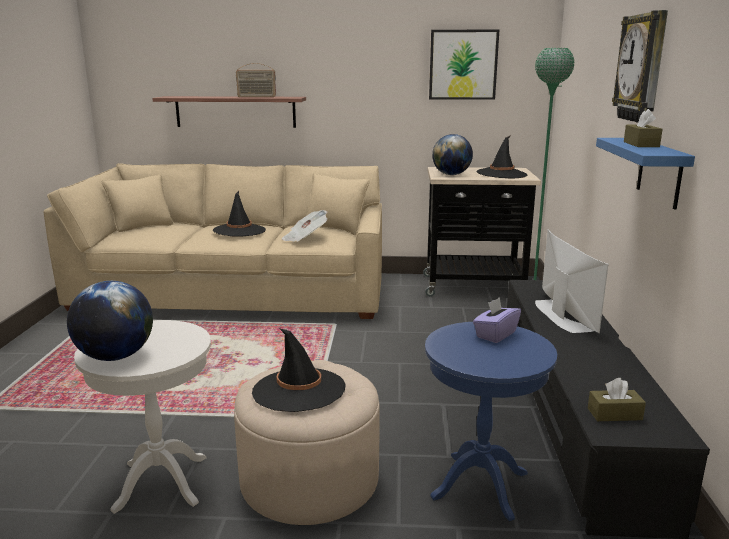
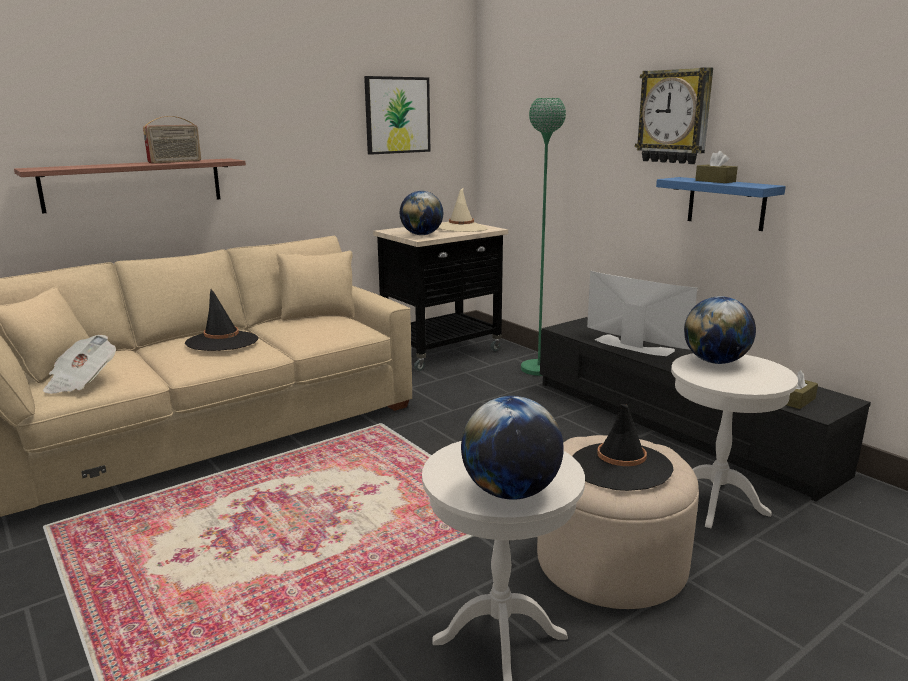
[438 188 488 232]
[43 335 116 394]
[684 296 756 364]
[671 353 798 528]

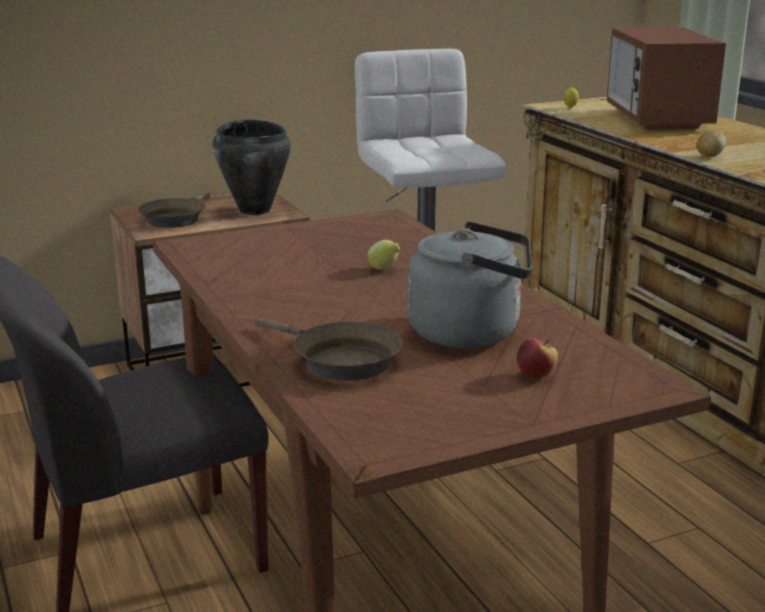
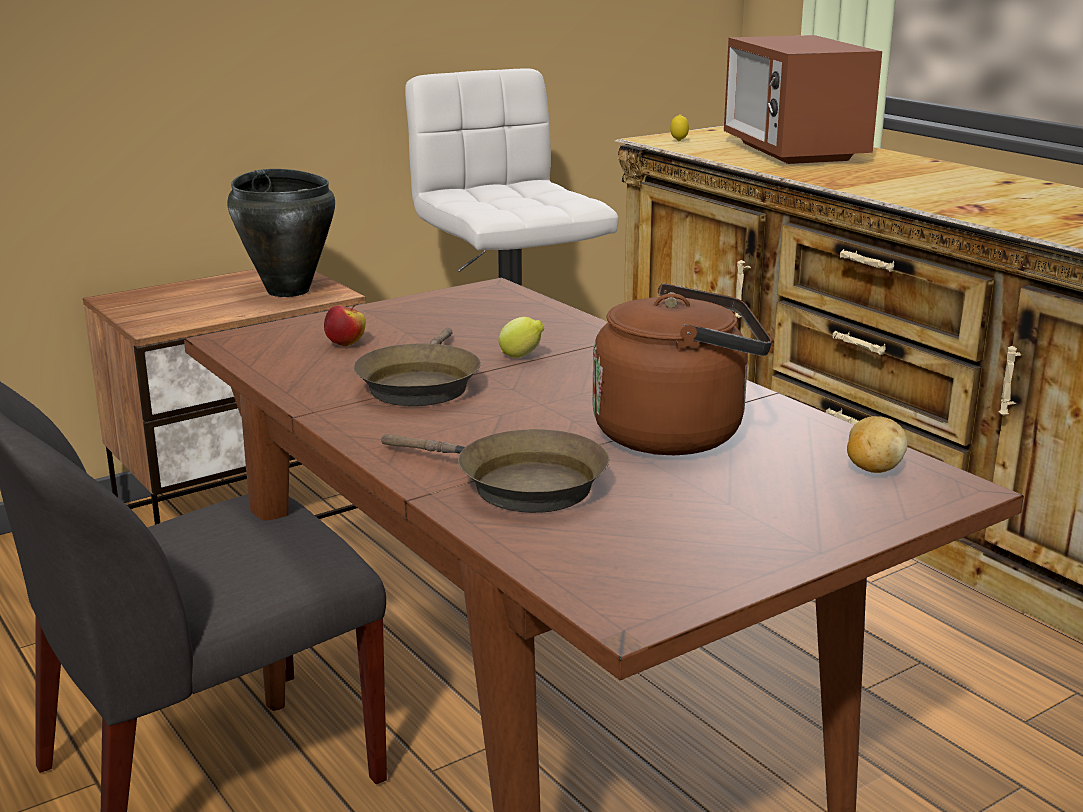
[847 416 908 473]
[354 328 481 406]
[592 283 772 455]
[324 304 366 346]

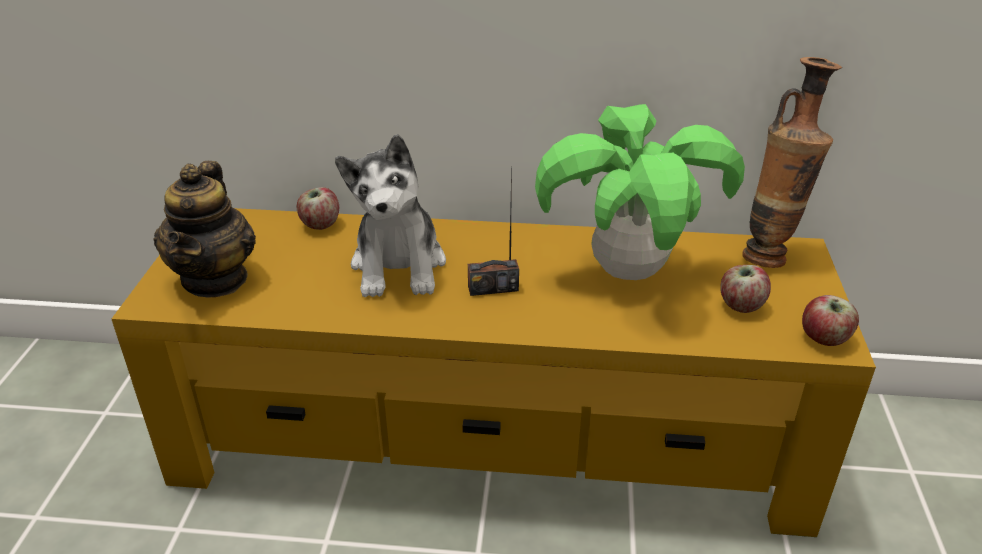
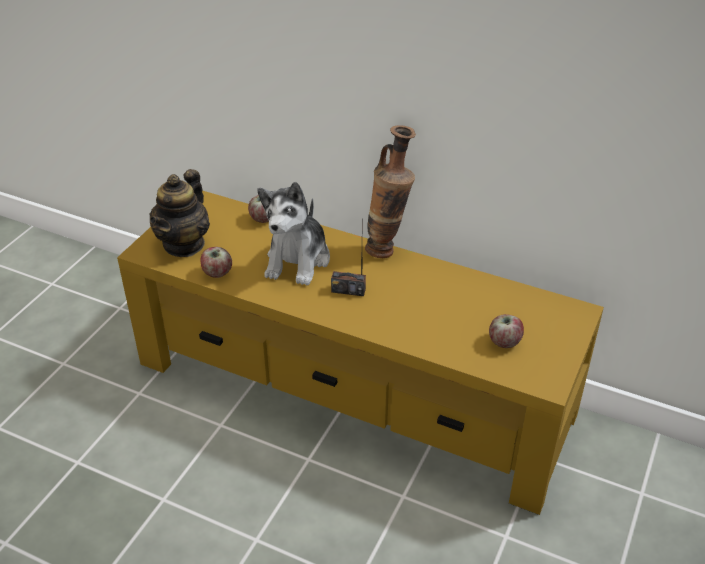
[365 125 416 258]
[535 104 745 280] (first image)
[200 247 232 278]

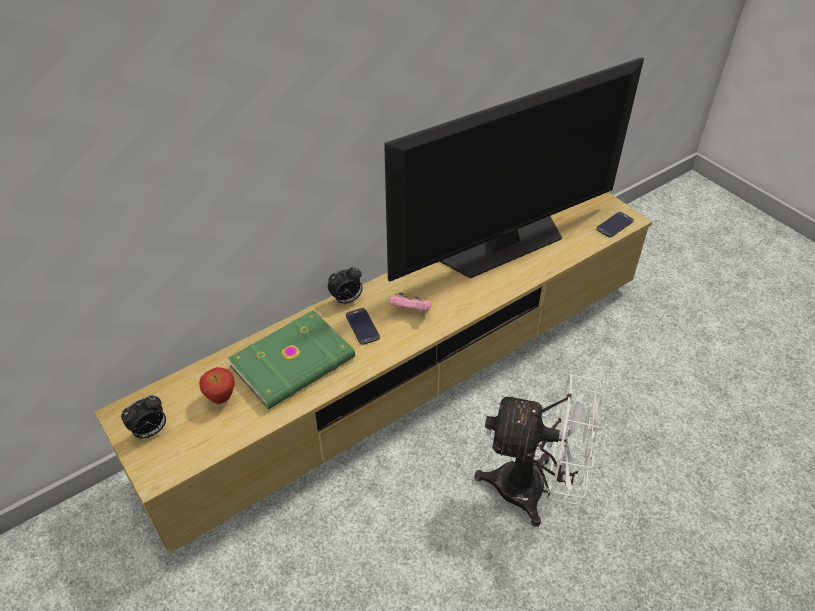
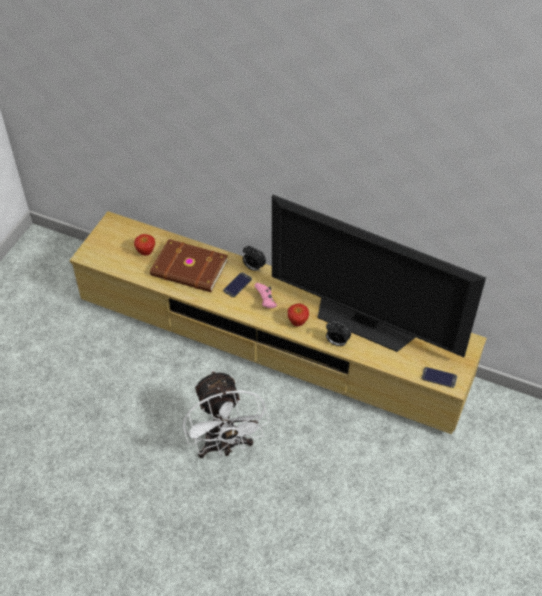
[150 239 228 292]
[326 321 351 346]
[288 303 309 326]

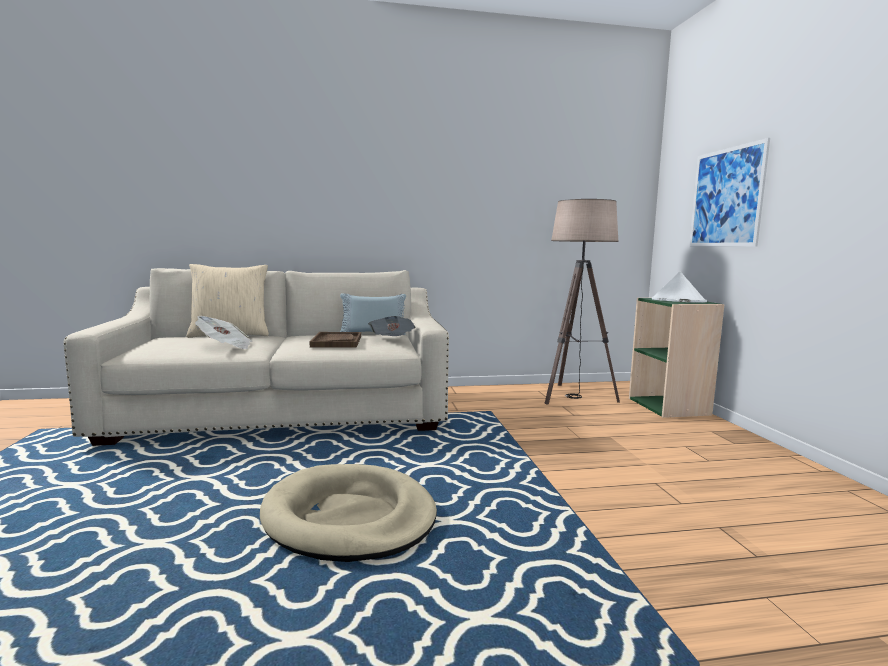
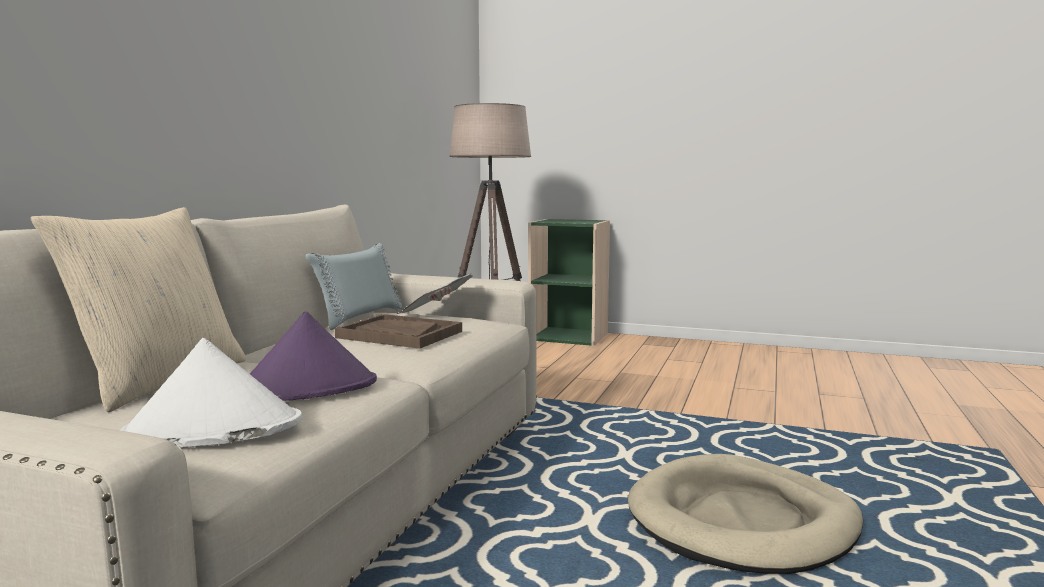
[689 138 770 246] (first image)
[120 338 302 447]
[250 311 377 401]

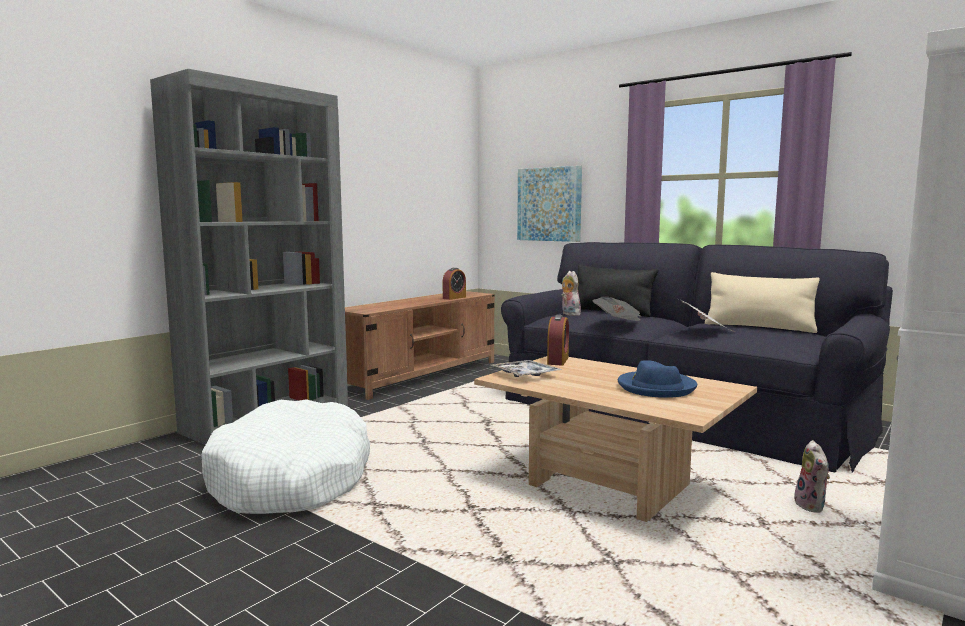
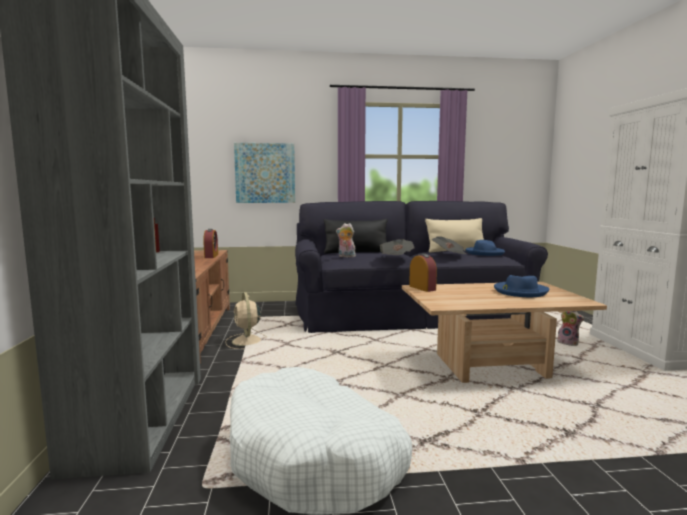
[492 360 561 377] (first image)
[466 240 505 256]
[226 292 268 349]

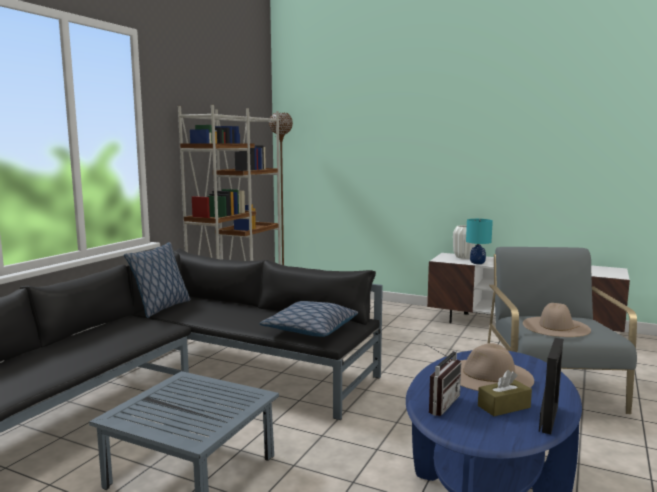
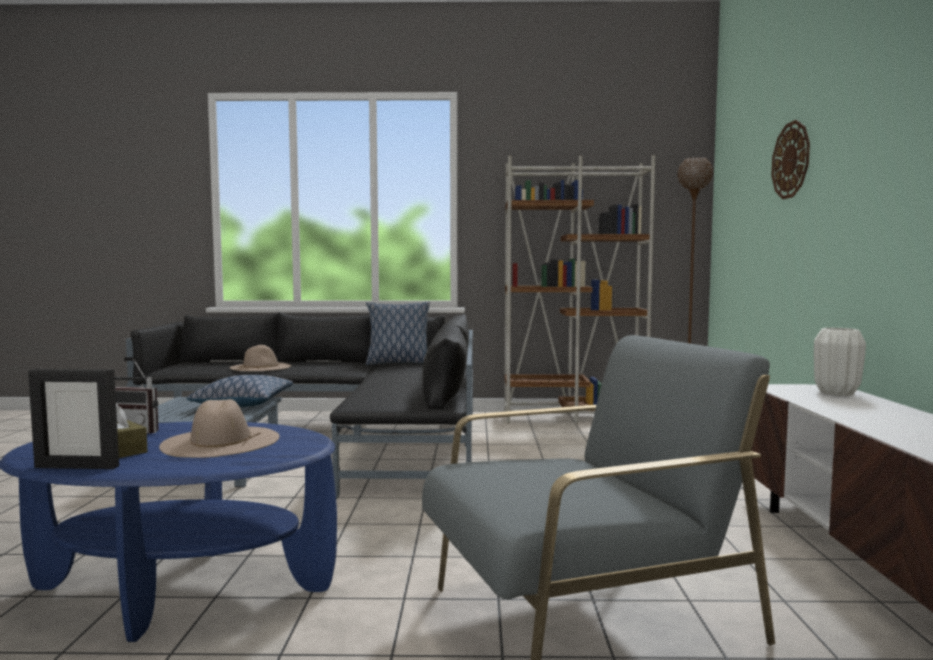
[466 219 493 264] (first image)
[187 375 293 407]
[230 345 291 371]
[771 120 810 199]

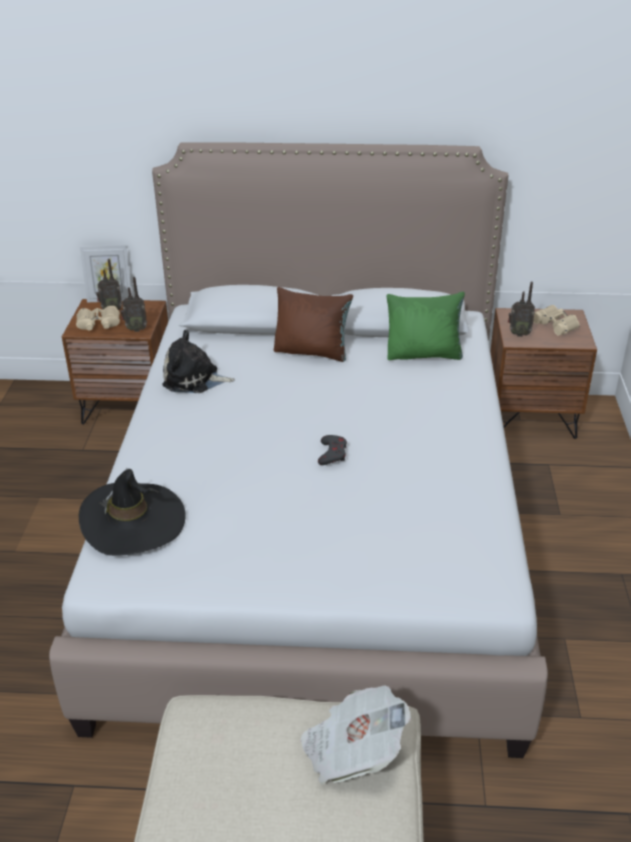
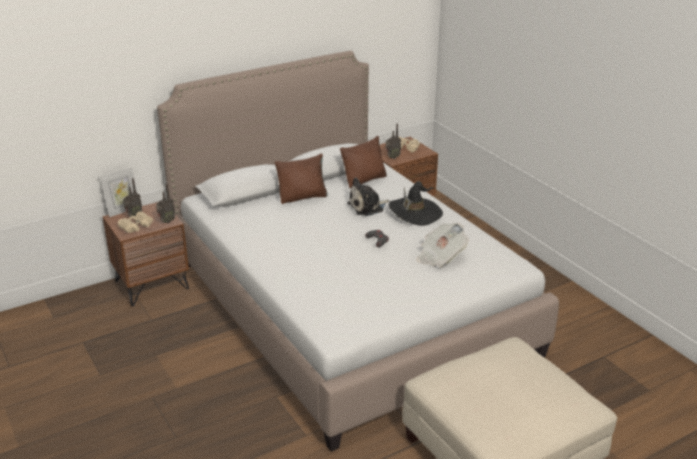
[340 136 387 188]
[347 177 389 216]
[388 181 443 226]
[416 223 469 268]

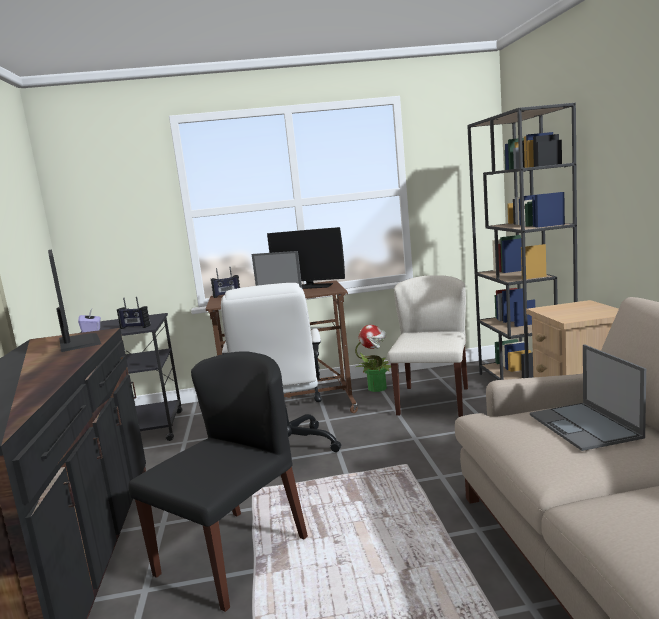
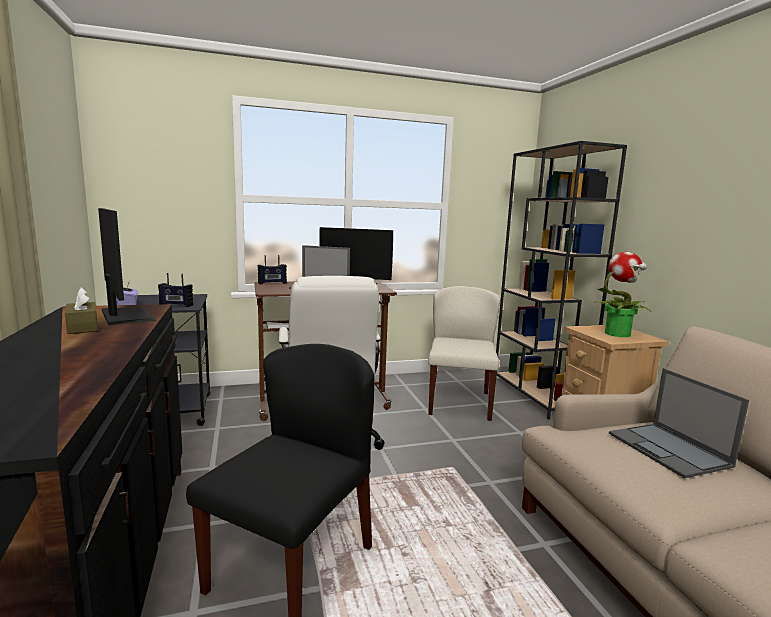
[594 252 652 337]
[65 287 98 334]

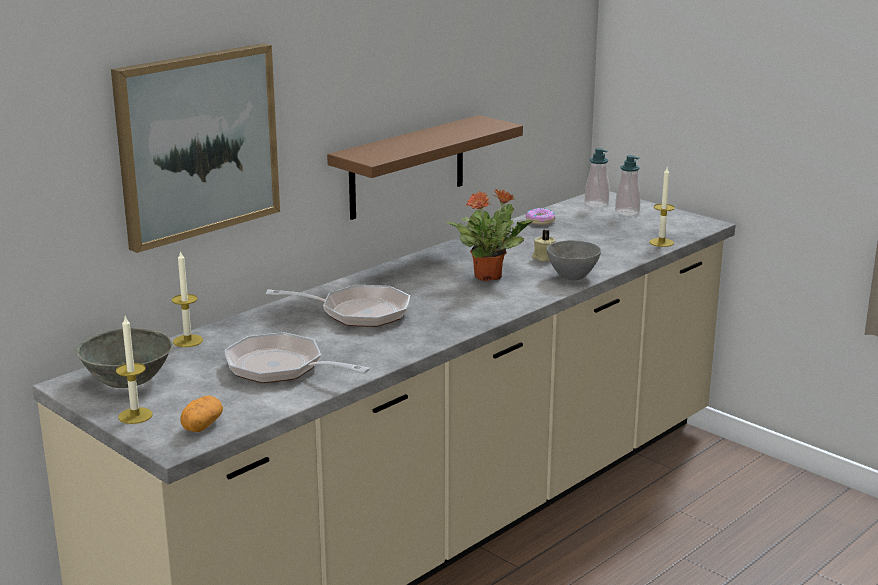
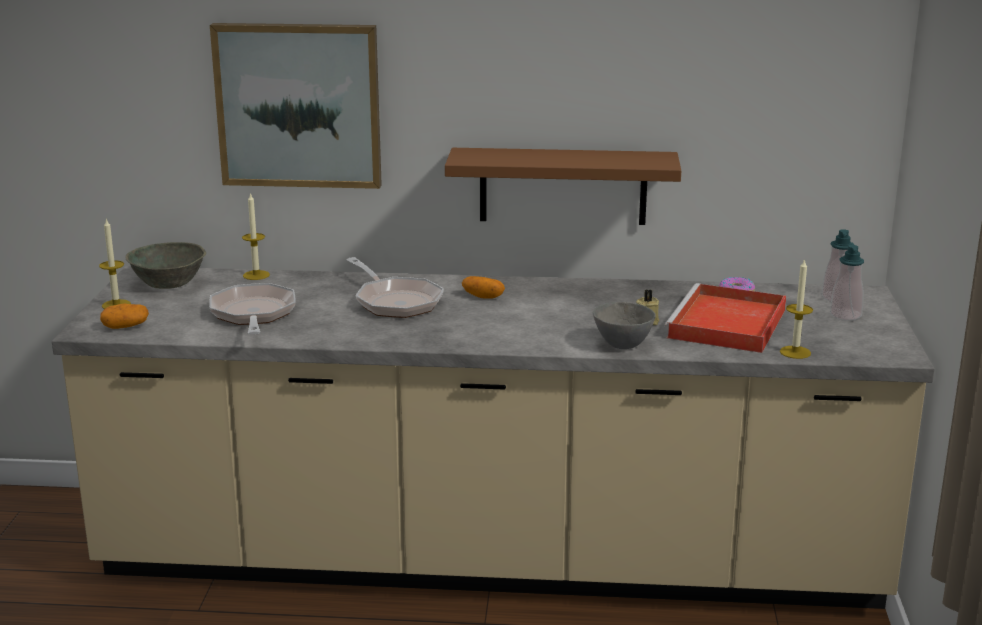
[447 189 534 281] (first image)
[462 276 505 299]
[664 283 786 353]

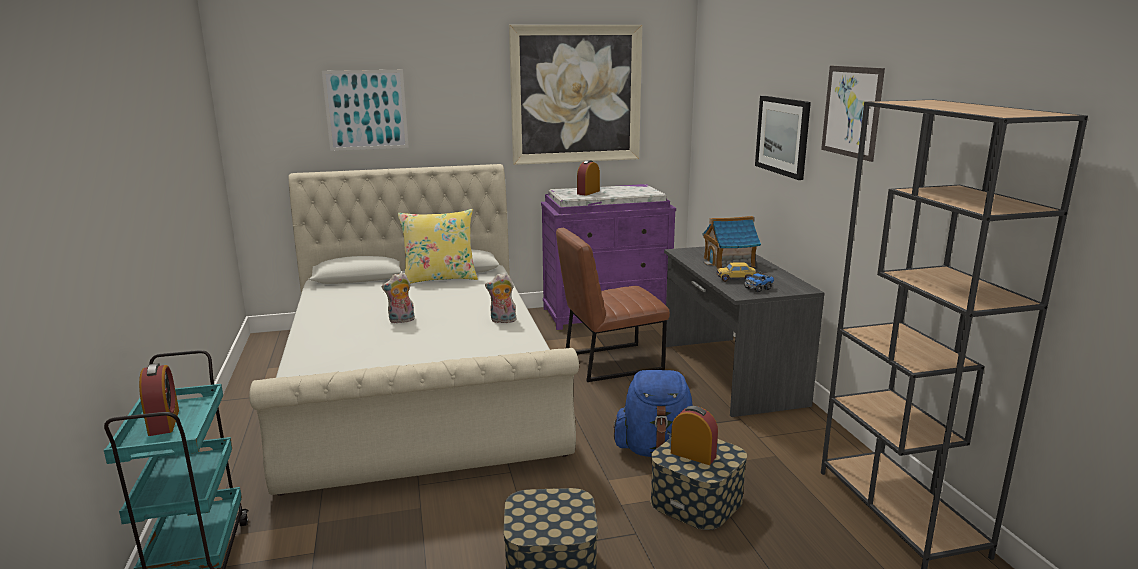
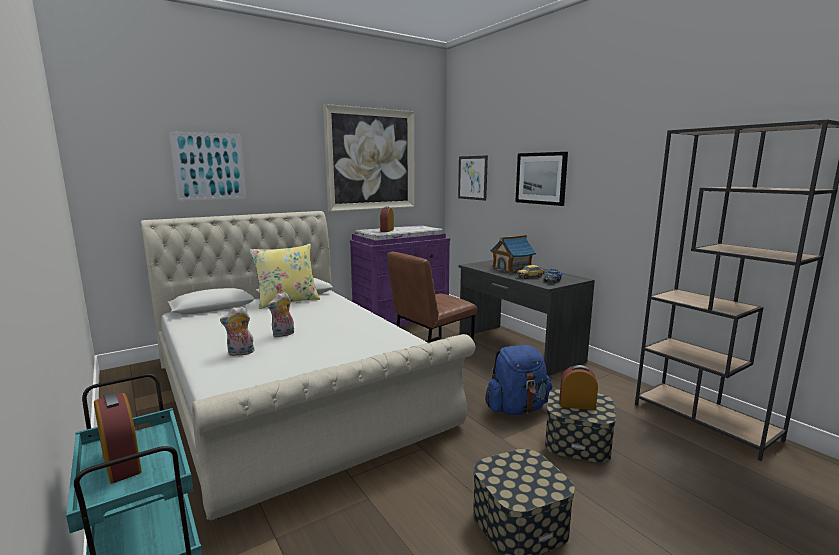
[458 156 488 201]
[220 306 255 356]

